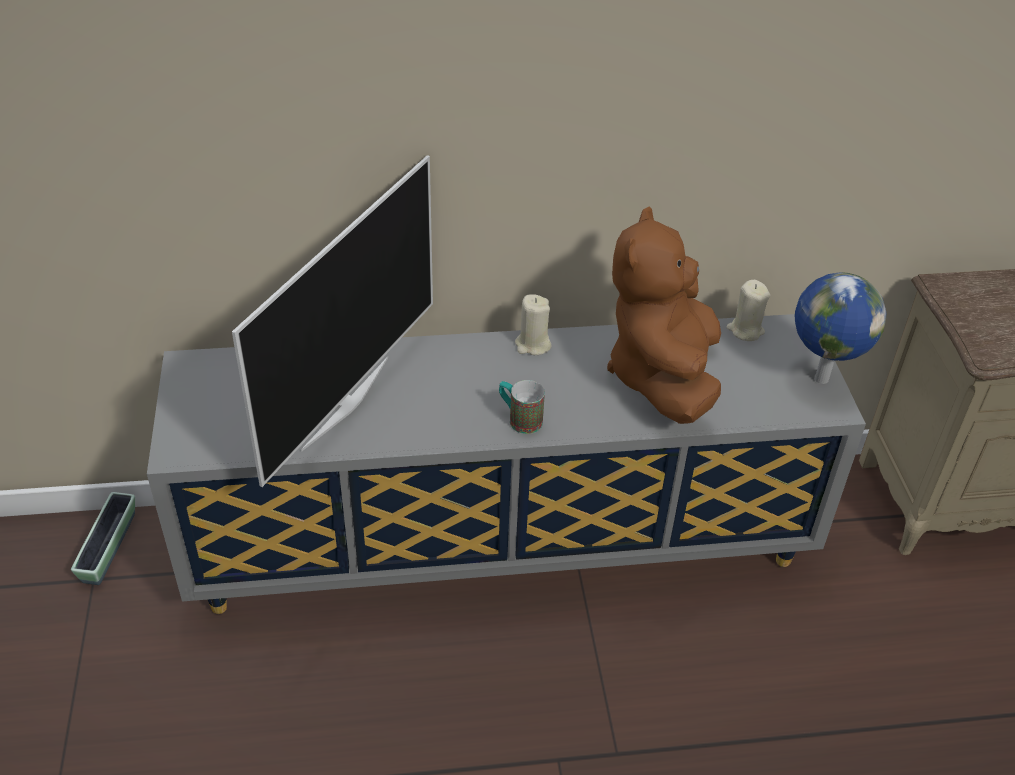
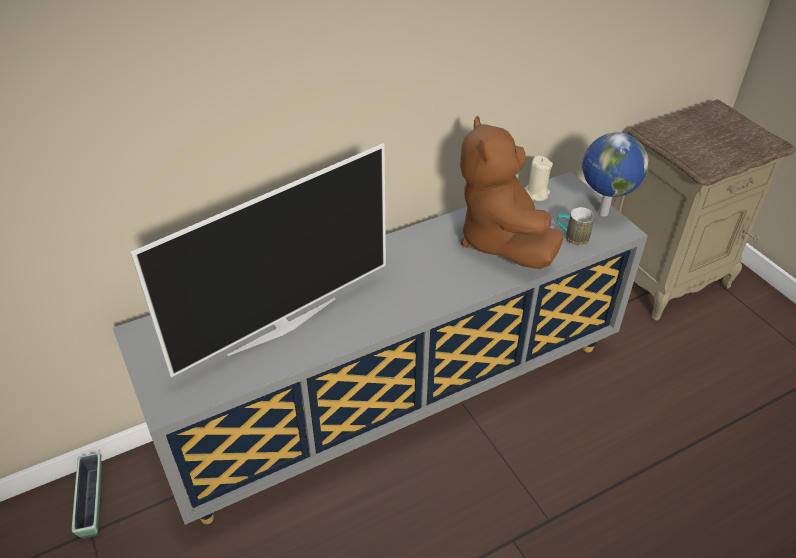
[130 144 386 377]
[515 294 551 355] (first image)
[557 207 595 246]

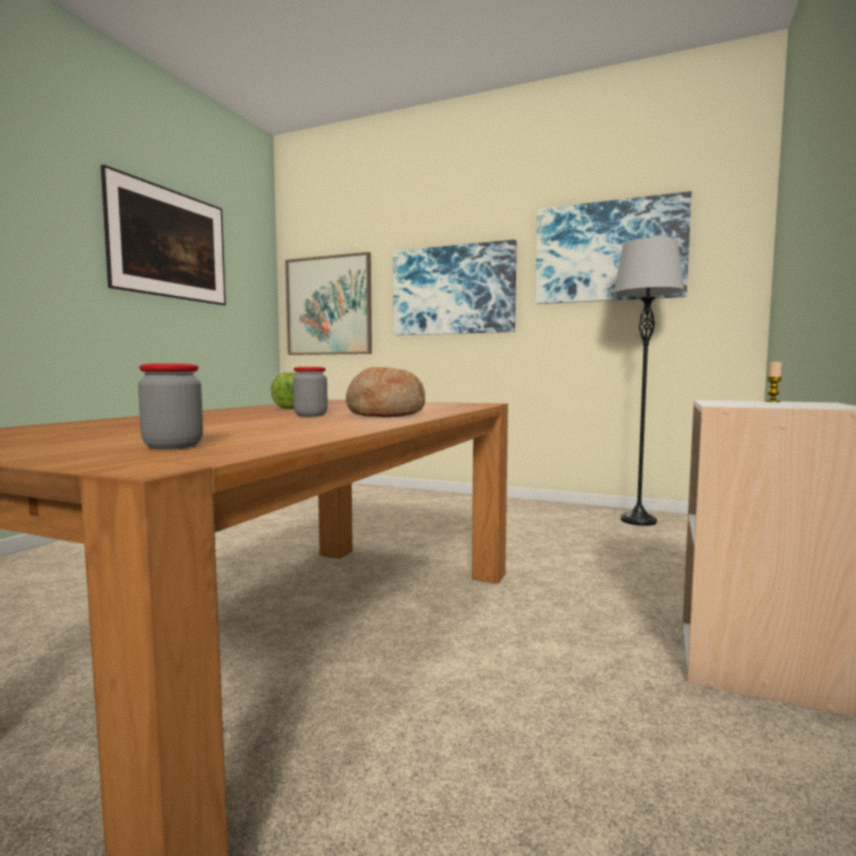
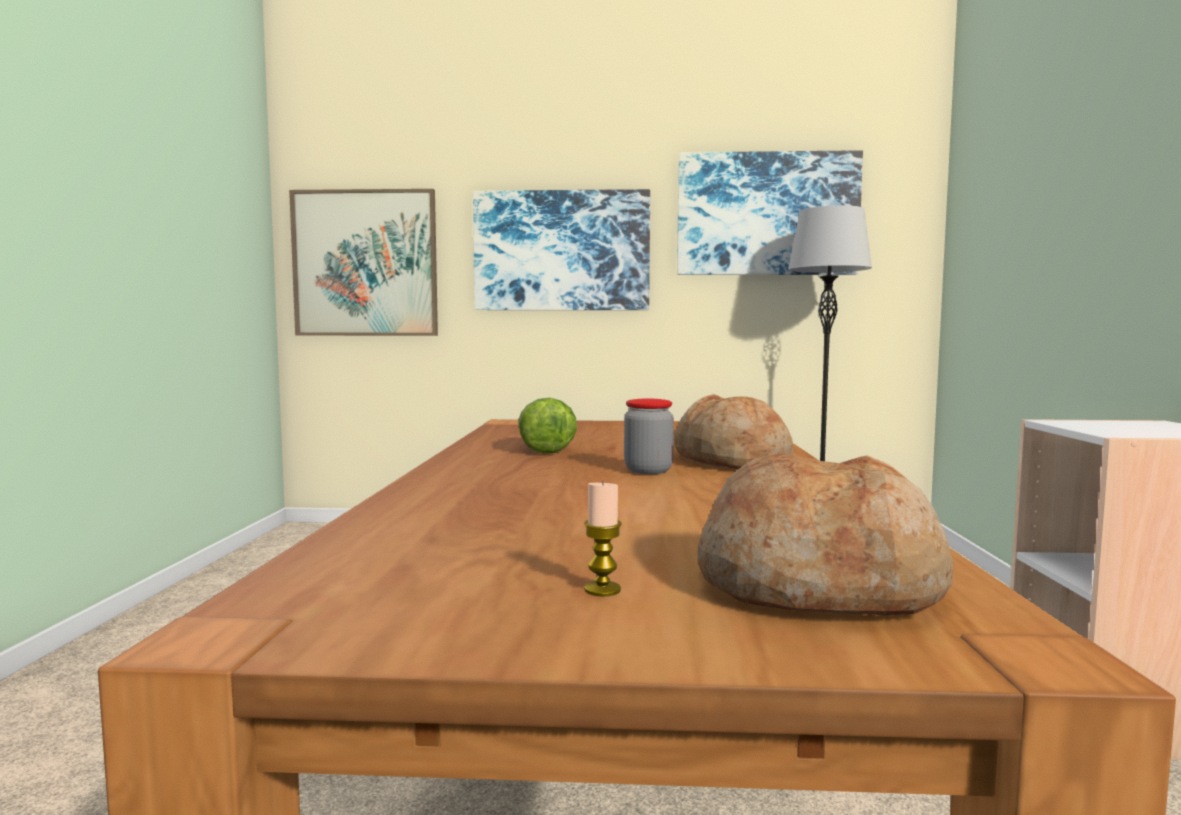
[101 165 226 305] (first image)
[584 481 622 597]
[698 453 954 615]

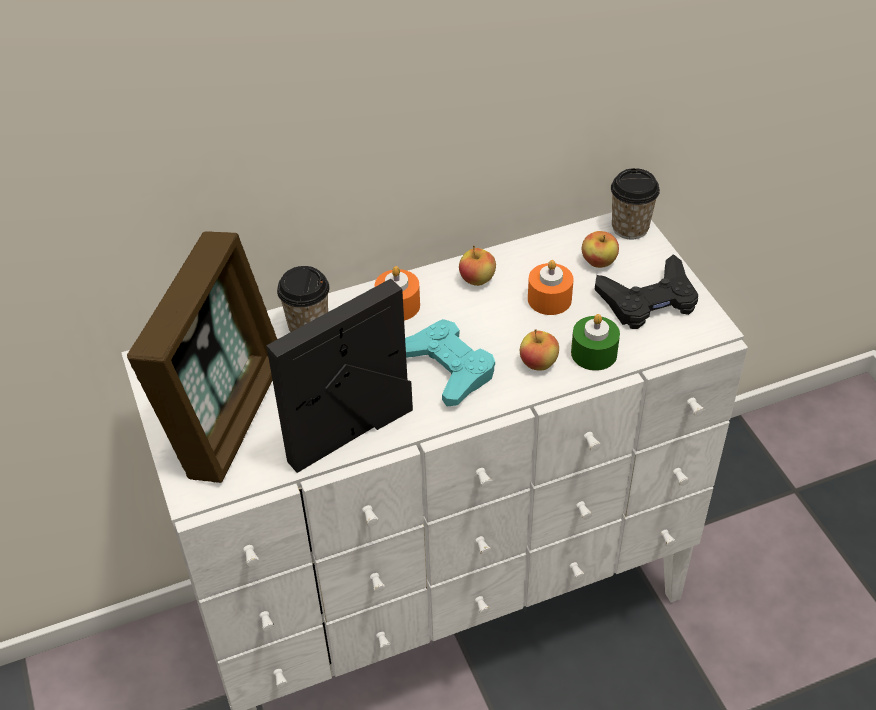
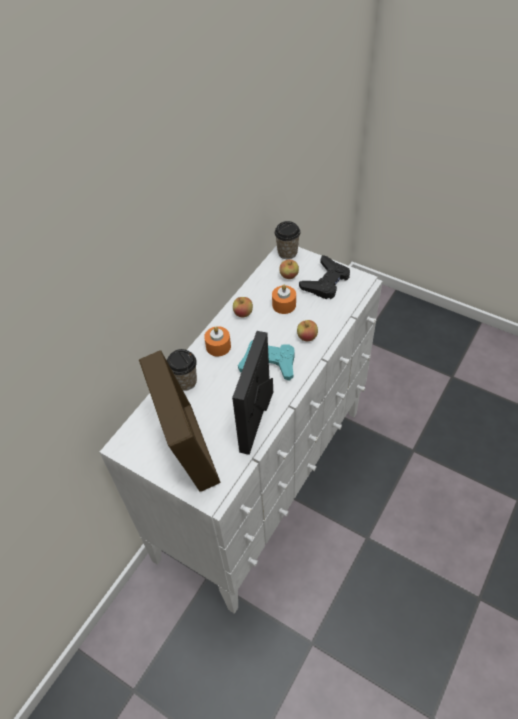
[571 314 620 371] (first image)

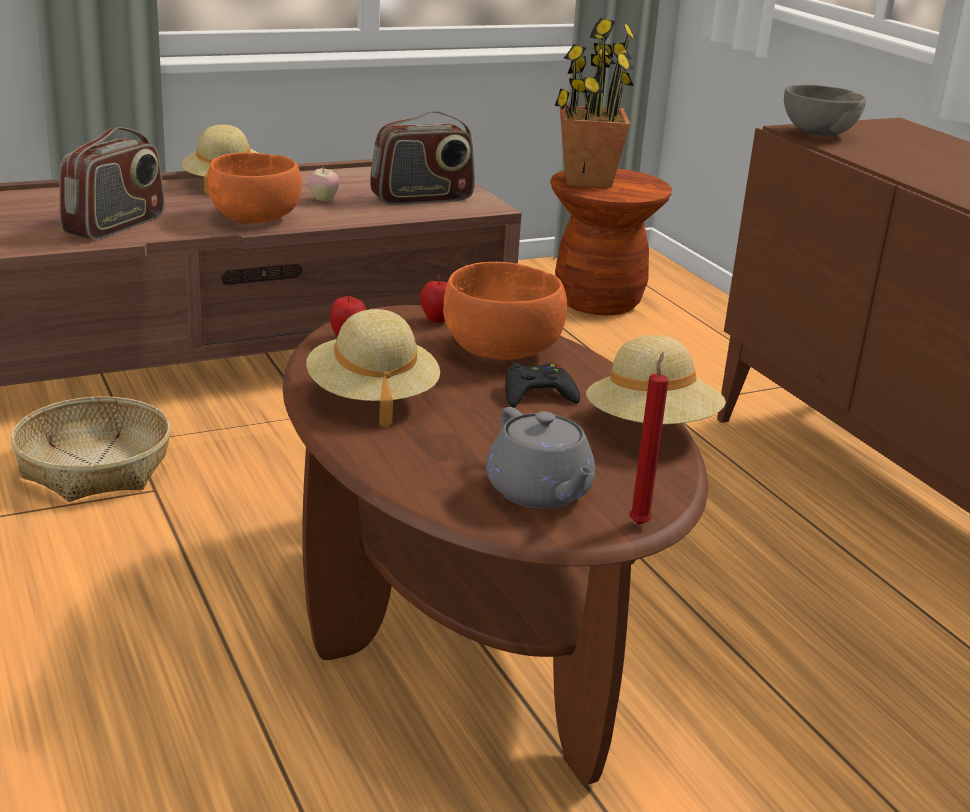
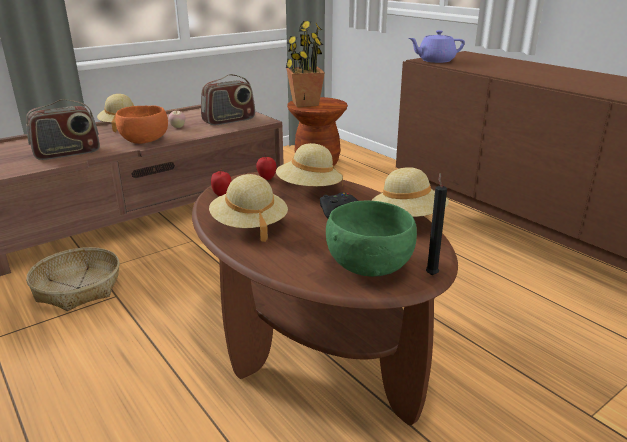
[409 30 465 63]
[26 99 100 160]
[276 143 343 188]
[426 173 447 275]
[326 201 417 277]

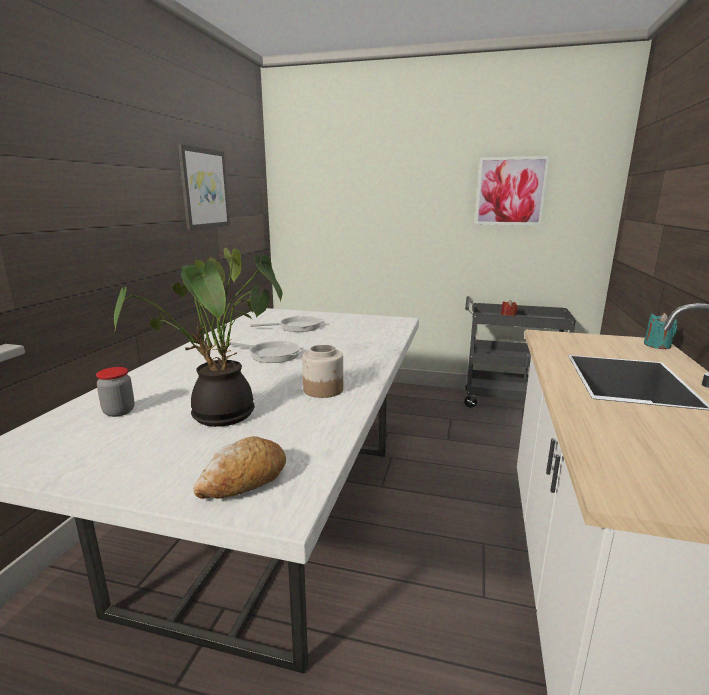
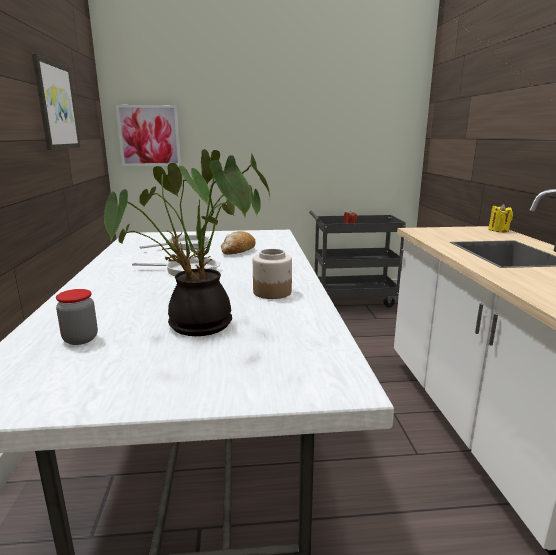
[116 105 181 166]
[488 204 513 232]
[221 231 256 254]

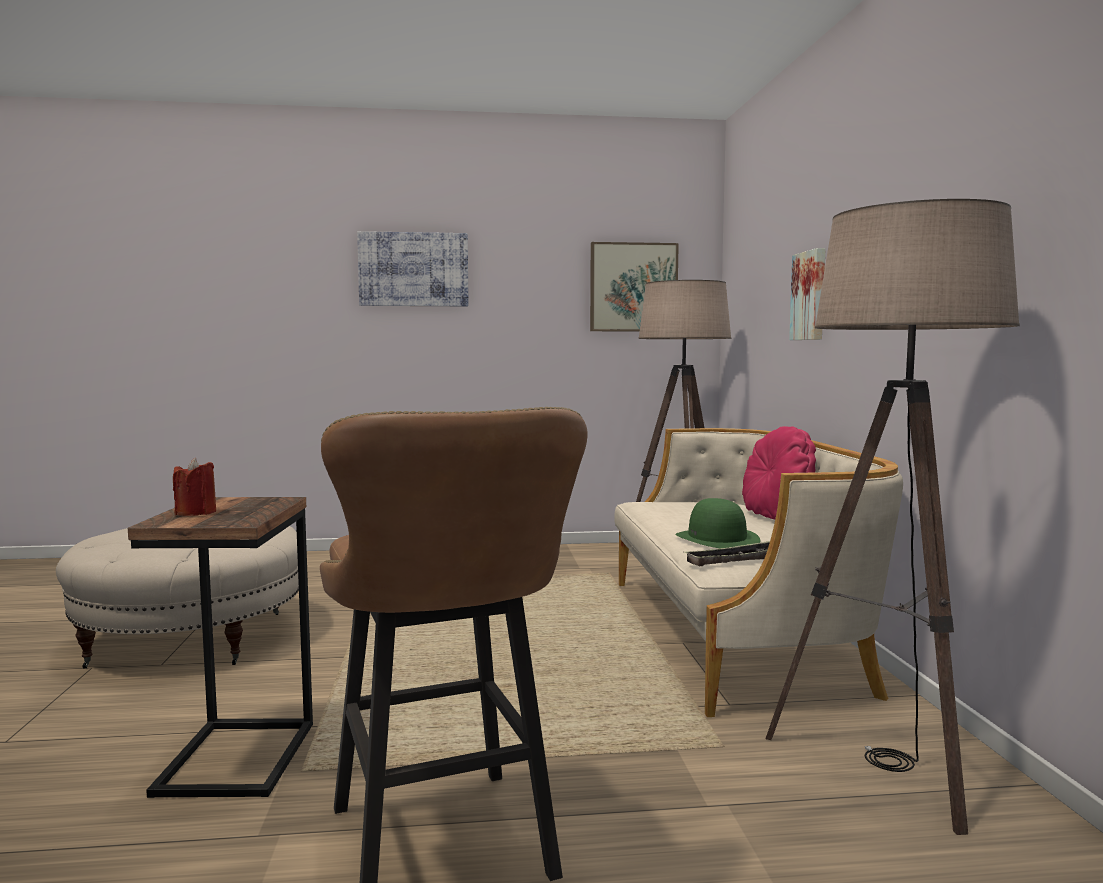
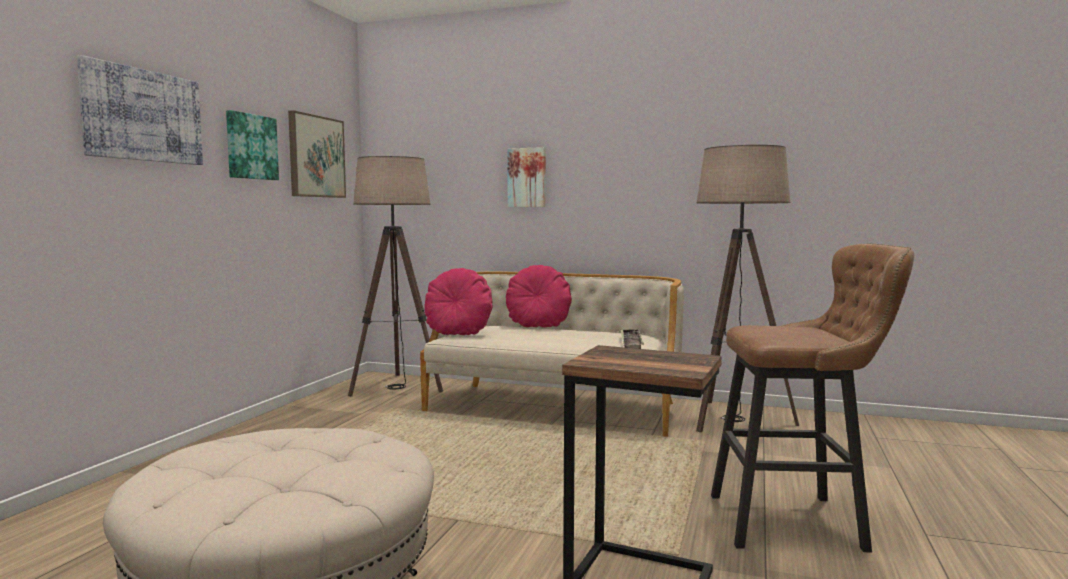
[173 458 216 516] (first image)
[675 498 760 549] (first image)
[226 110 279 180]
[424 268 493 335]

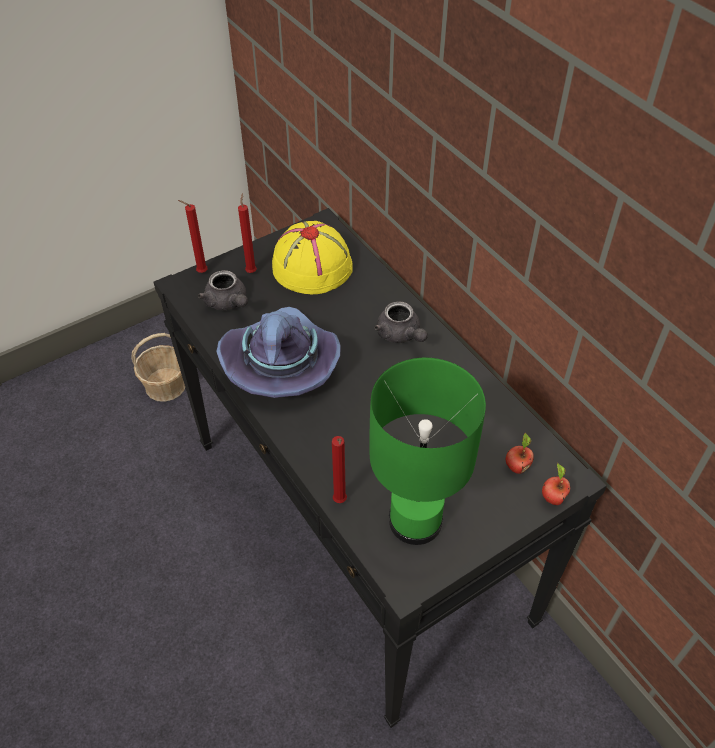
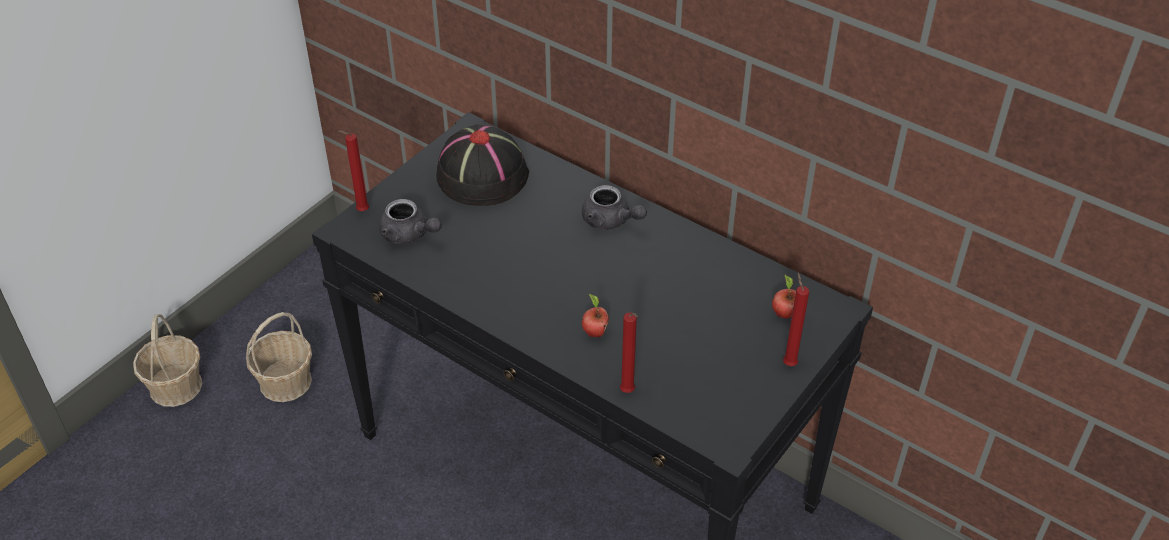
[783 273 809 366]
[436 124 529 206]
[216 307 341 398] (first image)
[369 358 486 545] (first image)
[582 294 609 337]
[133 314 202 407]

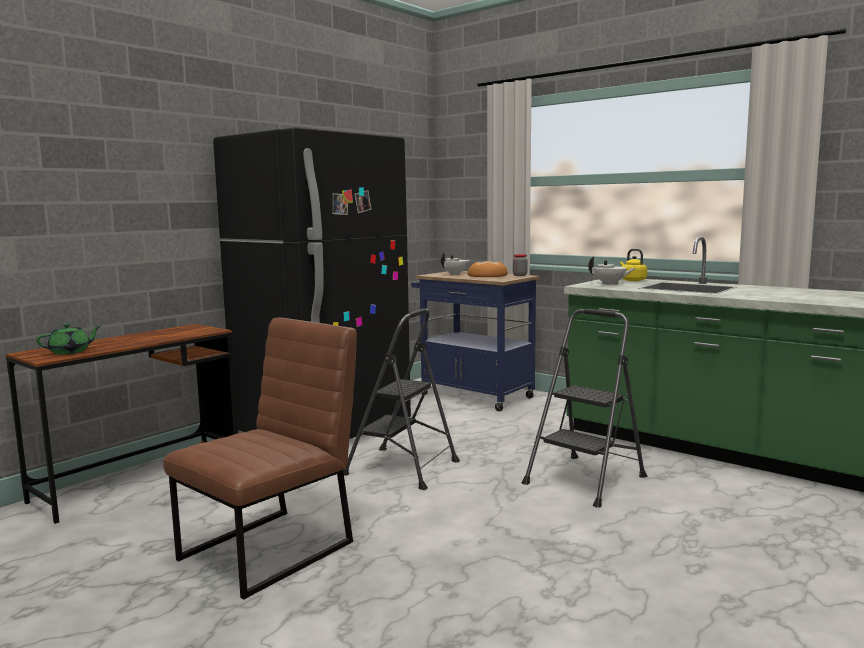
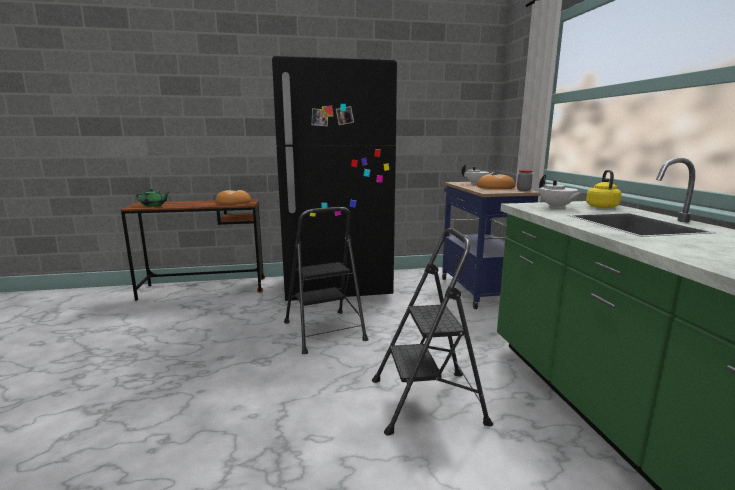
[163 318 357 599] (first image)
[215 190 251 205]

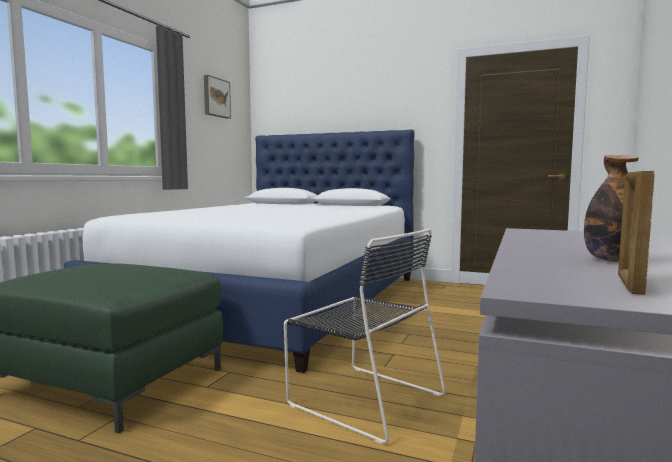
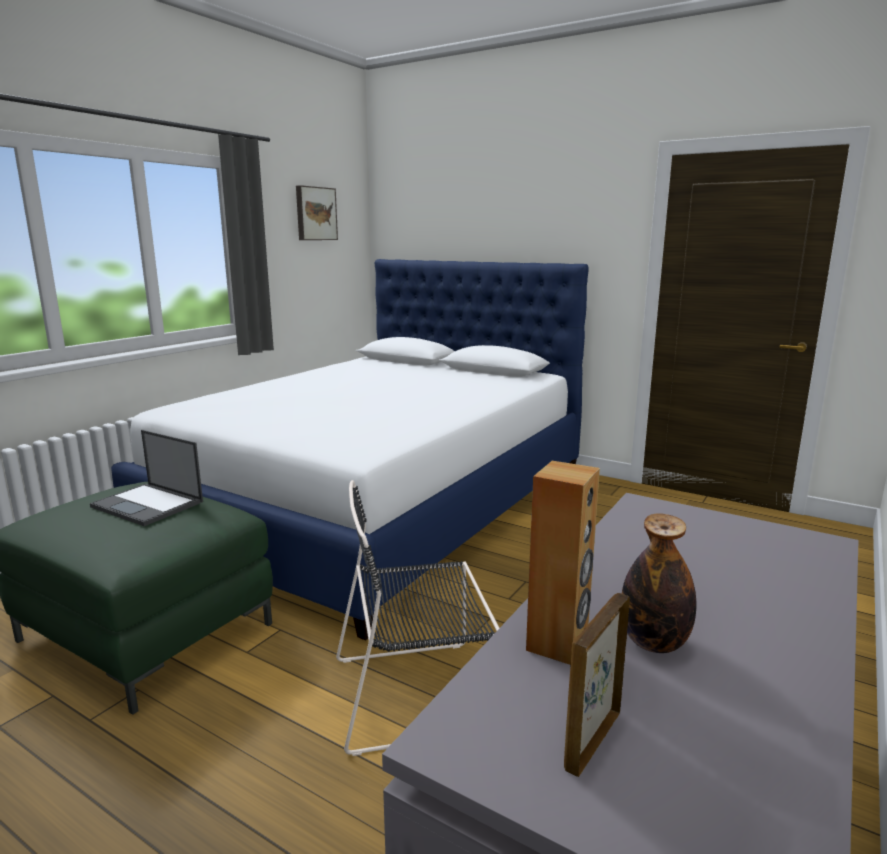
[336 480 499 756]
[90 430 203 526]
[526 461 600 665]

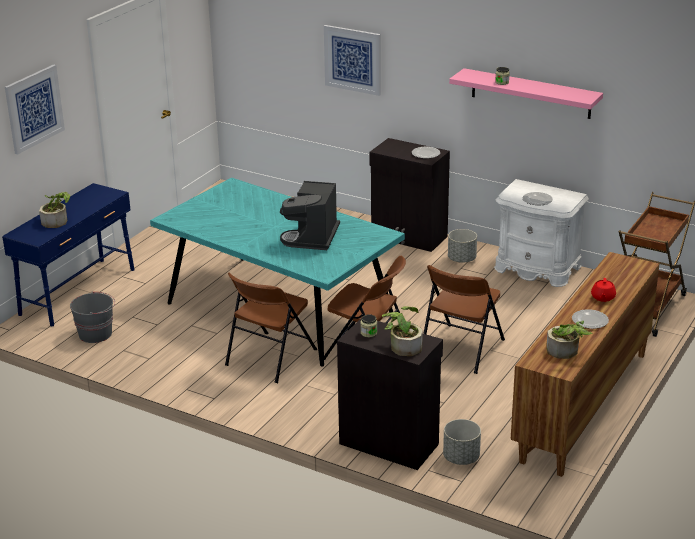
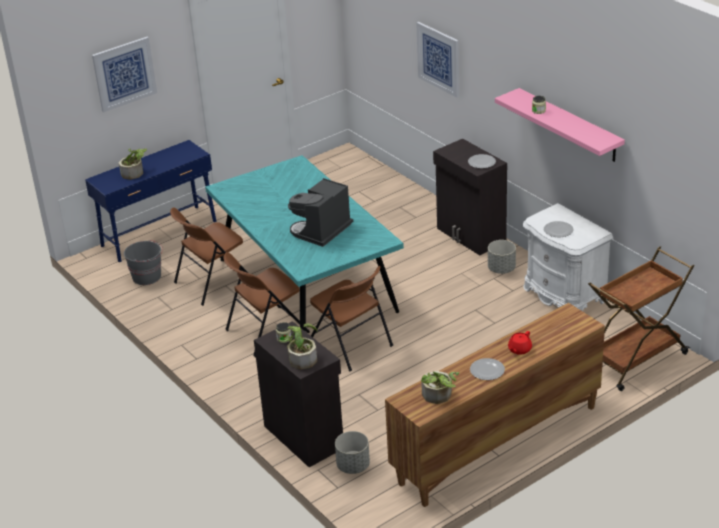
[170 208 243 306]

